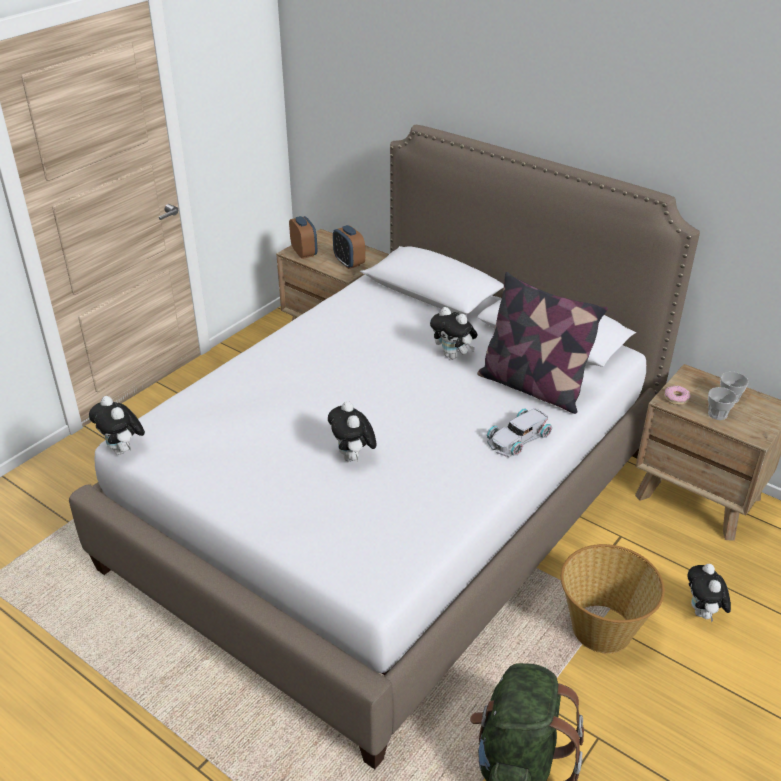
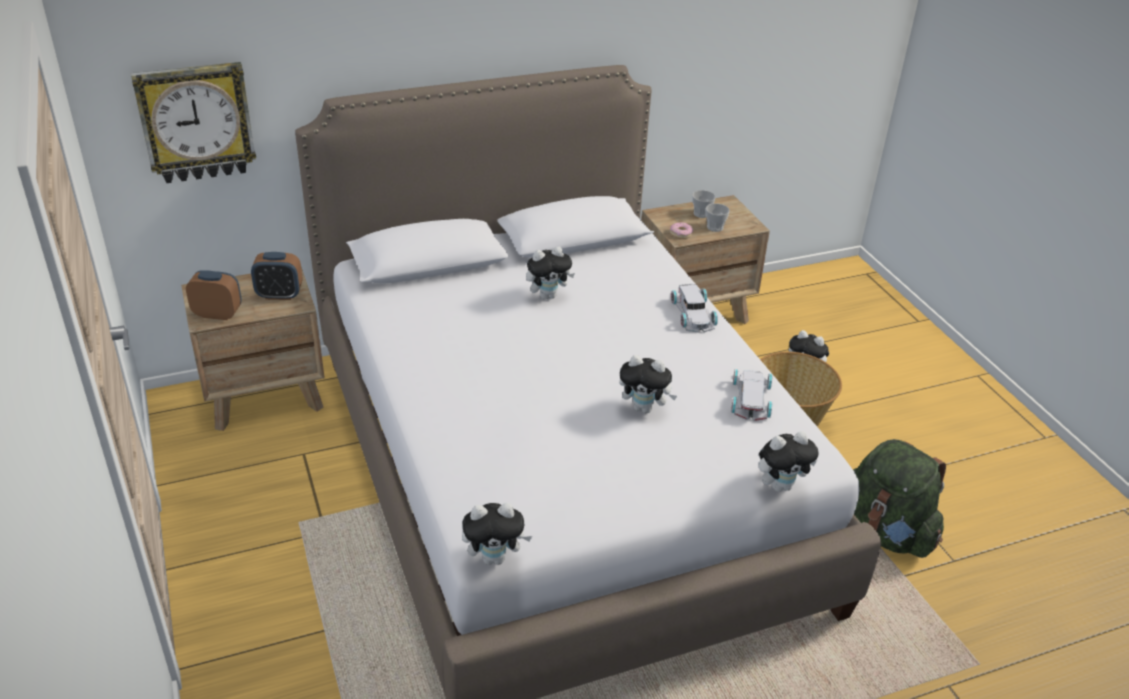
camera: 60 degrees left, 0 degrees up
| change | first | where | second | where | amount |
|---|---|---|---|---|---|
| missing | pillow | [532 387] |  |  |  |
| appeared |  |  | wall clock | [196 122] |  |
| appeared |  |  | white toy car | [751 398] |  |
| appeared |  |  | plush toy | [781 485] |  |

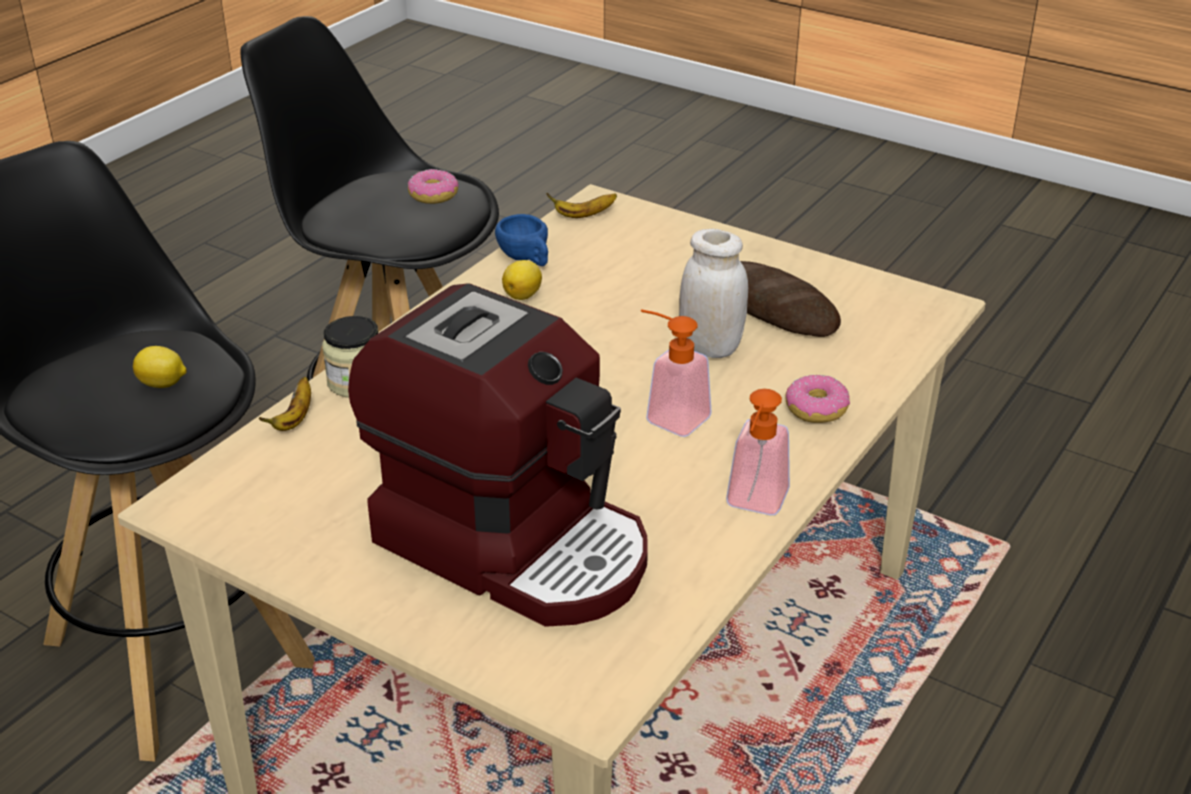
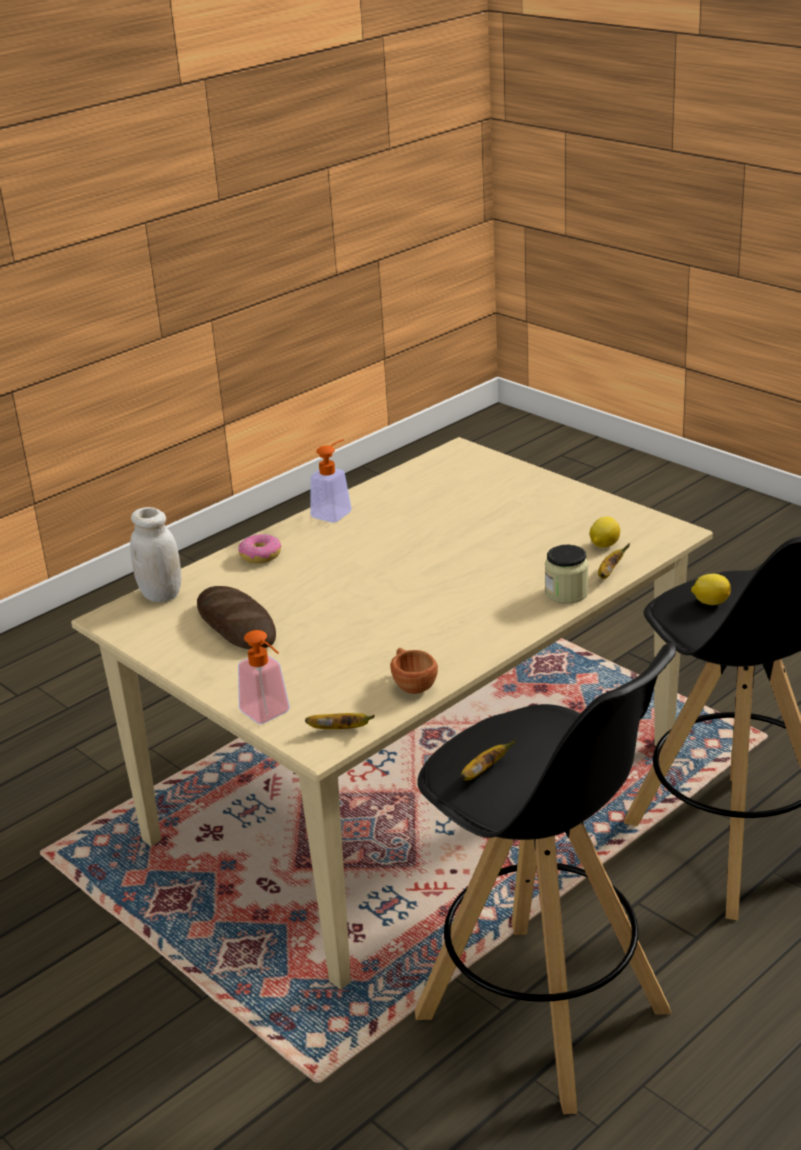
camera: 165 degrees left, 5 degrees down
| change | first | where | second | where | amount |
|---|---|---|---|---|---|
| missing | coffee machine | [515 544] |  |  |  |
| exchanged | donut | [433 195] | banana | [483 771] |  |
| colour | blue cup | [527 259] | brown cup | [412 684] |  |
| relocated | lemon | [523 295] |  | [603 545] |  |
| relocated | soap dispenser | [669 416] |  | [270 715] |  |
| relocated | white jar | [710 347] |  | [161 594] |  |

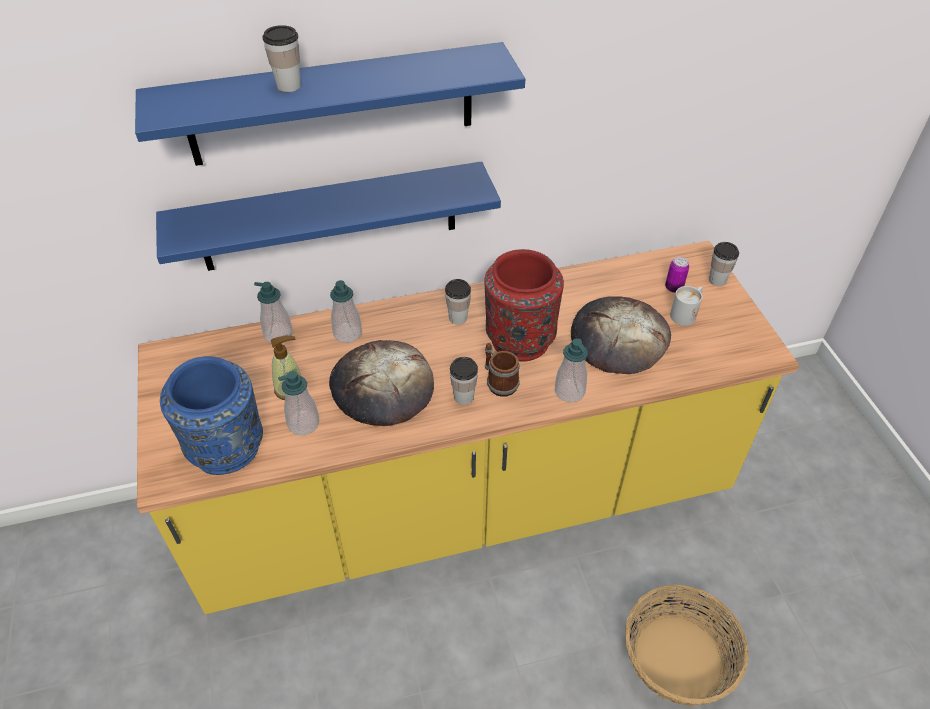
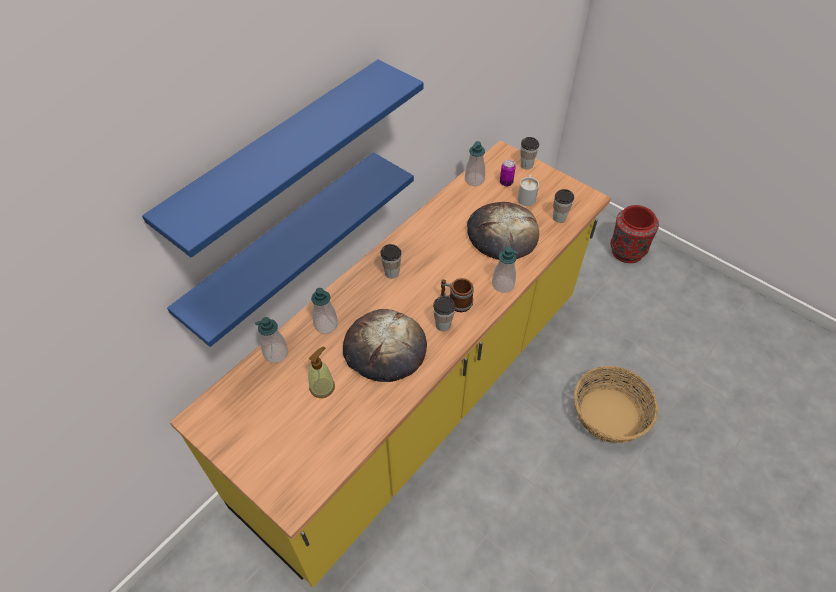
camera: 35 degrees left, 5 degrees up
| change | first | where | second | where | amount |
|---|---|---|---|---|---|
| missing | blue vase | [227 449] |  |  |  |
| relocated | cup | [289 86] |  | [559 217] |  |
| relocated | soap dispenser | [303 423] |  | [474 180] |  |
| relocated | red vase | [519 339] |  | [626 251] |  |

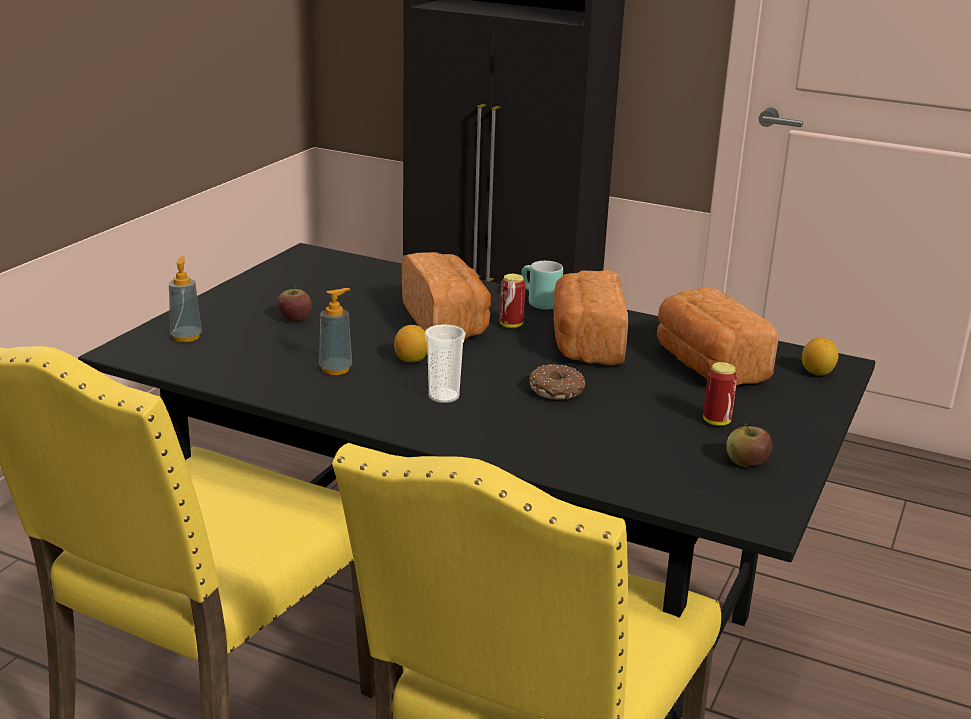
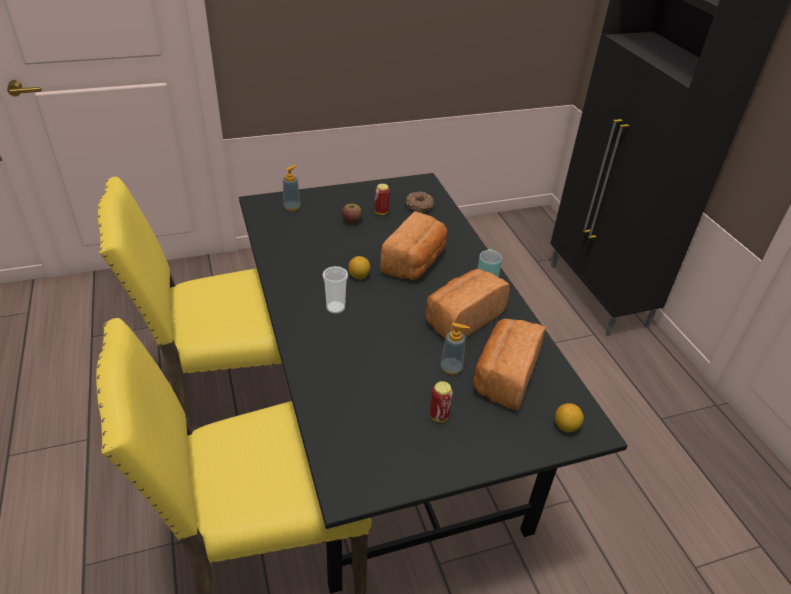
camera: 45 degrees right, 15 degrees up
| change | first | where | second | where | amount |
|---|---|---|---|---|---|
| relocated | soap dispenser | [336 369] |  | [451 368] |  |
| relocated | can | [511 325] |  | [381 212] |  |
| relocated | donut | [557 391] |  | [419 206] |  |
| missing | apple | [746 462] |  |  |  |

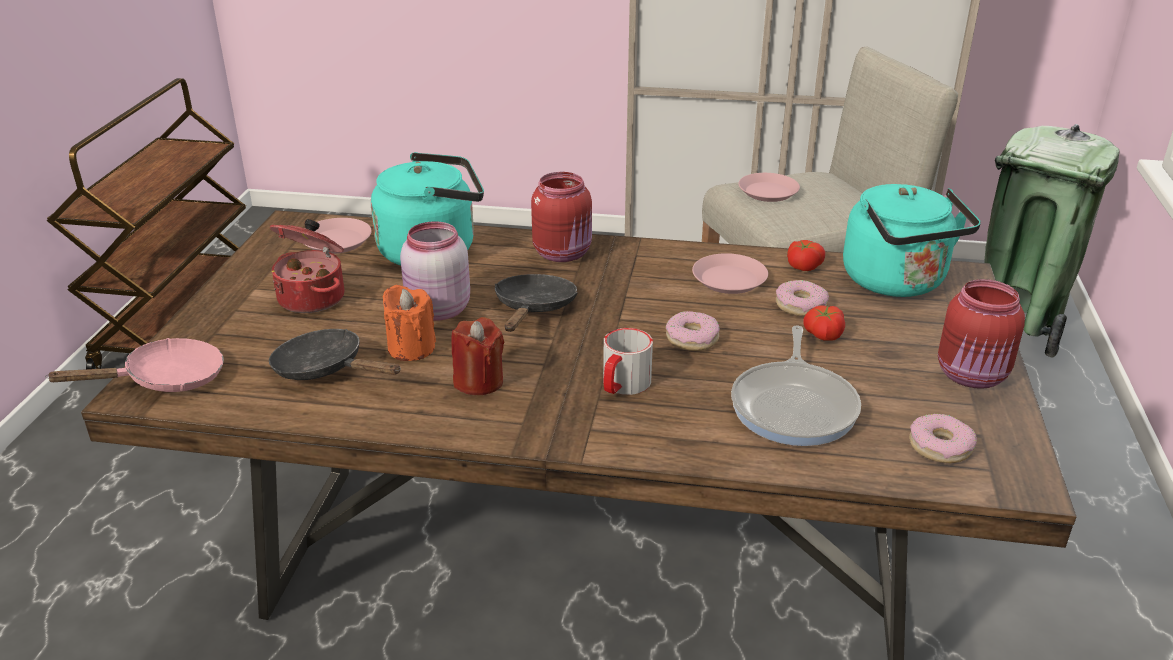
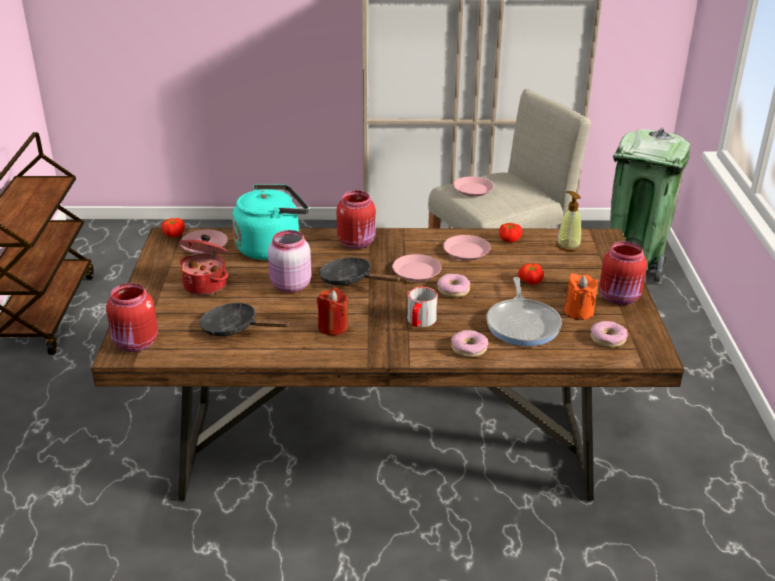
camera: 10 degrees left, 0 degrees up
| change | first | where | second | where | amount |
|---|---|---|---|---|---|
| exchanged | pink frying pan | [166 380] | red jar | [136 344] |  |
| relocated | orange candle | [411 348] |  | [578 312] |  |
| spun | black frying pan | [533 309] |  | [350 280] | 60 degrees counterclockwise |
| relocated | donut | [800 305] |  | [469 348] |  |
| exchanged | turquoise kettle | [898 283] | soap dispenser | [568 245] |  |
| appeared |  |  | tomato | [173 234] |  |
| appeared |  |  | pink plate | [416 272] |  |

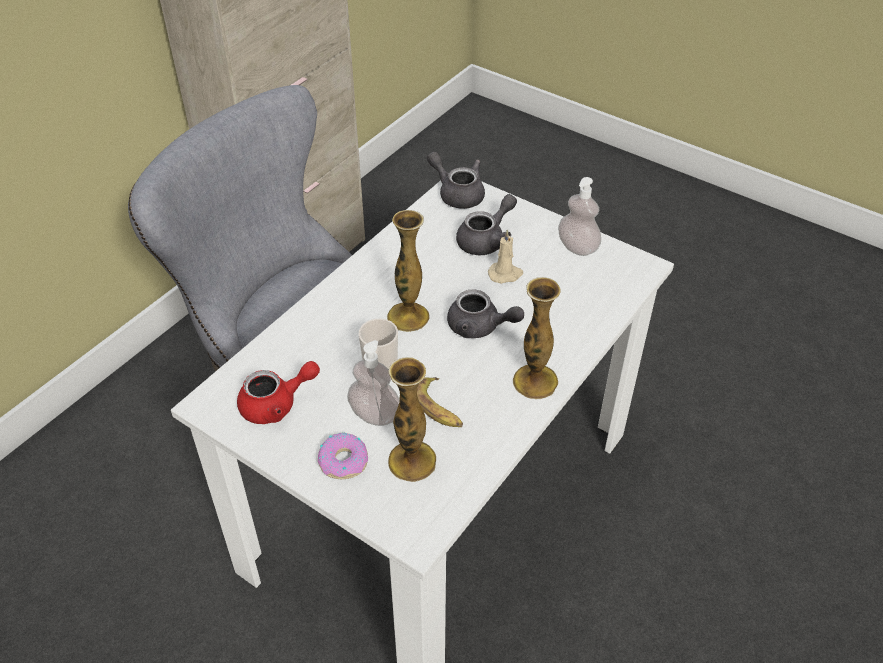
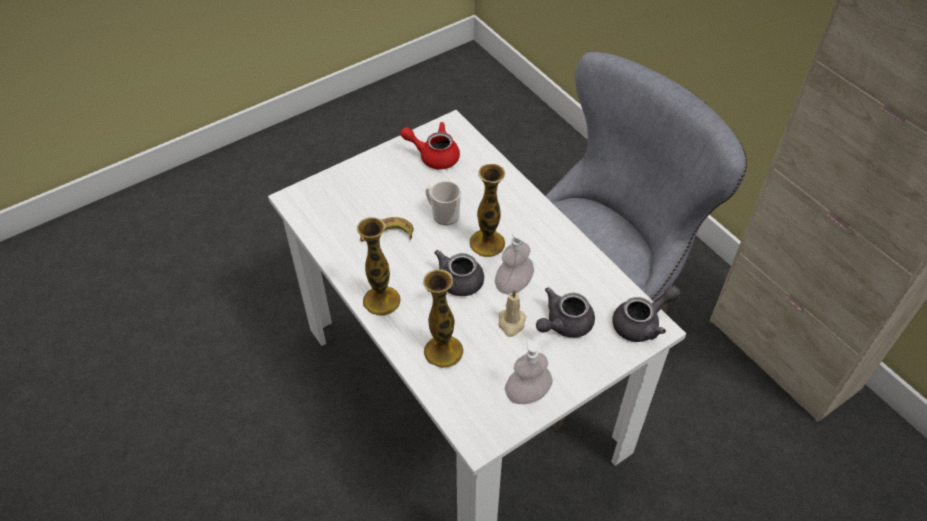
camera: 110 degrees right, 5 degrees up
| change | first | where | second | where | amount |
|---|---|---|---|---|---|
| spun | red teapot | [276 404] |  | [434 156] | 105 degrees clockwise |
| missing | donut | [344 461] |  |  |  |
| relocated | soap dispenser | [375 415] |  | [513 285] |  |
| relocated | vase | [412 461] |  | [443 351] |  |
| spun | grey teapot | [486 240] |  | [563 324] | 75 degrees clockwise |

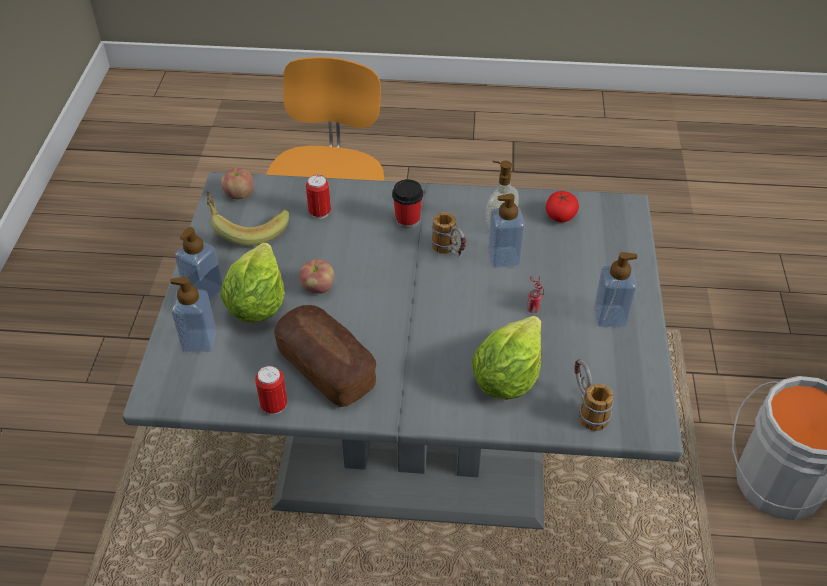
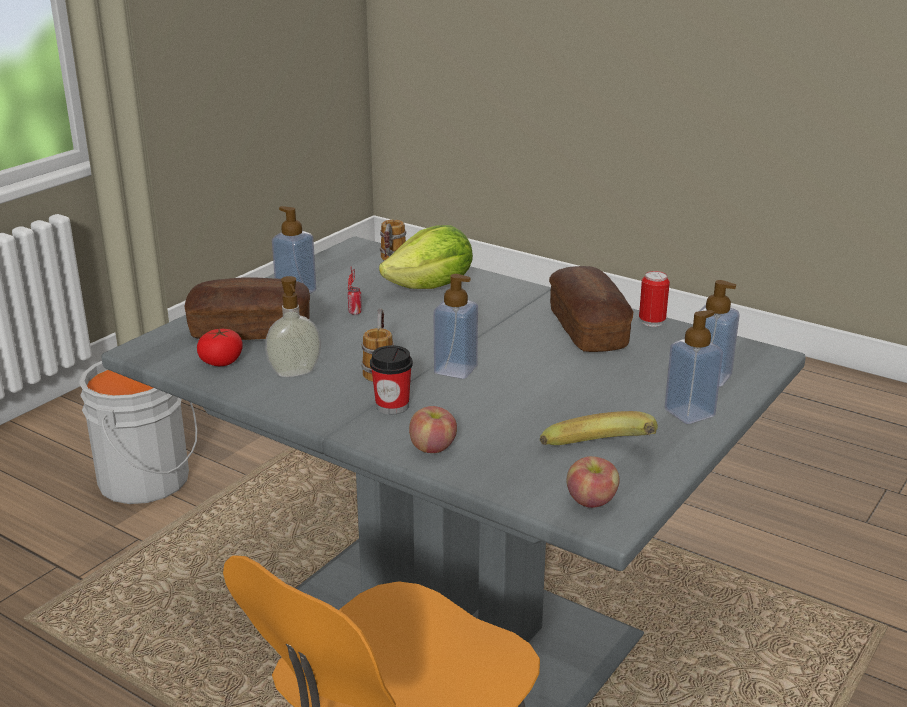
camera: 150 degrees left, 20 degrees down
| change | first | where | second | where | amount |
|---|---|---|---|---|---|
| missing | lettuce | [257 304] |  |  |  |
| relocated | apple | [318 288] |  | [433 448] |  |
| missing | can | [320 213] |  |  |  |
| relocated | soap dispenser | [503 257] |  | [455 369] |  |
| appeared |  |  | bread | [251 331] |  |

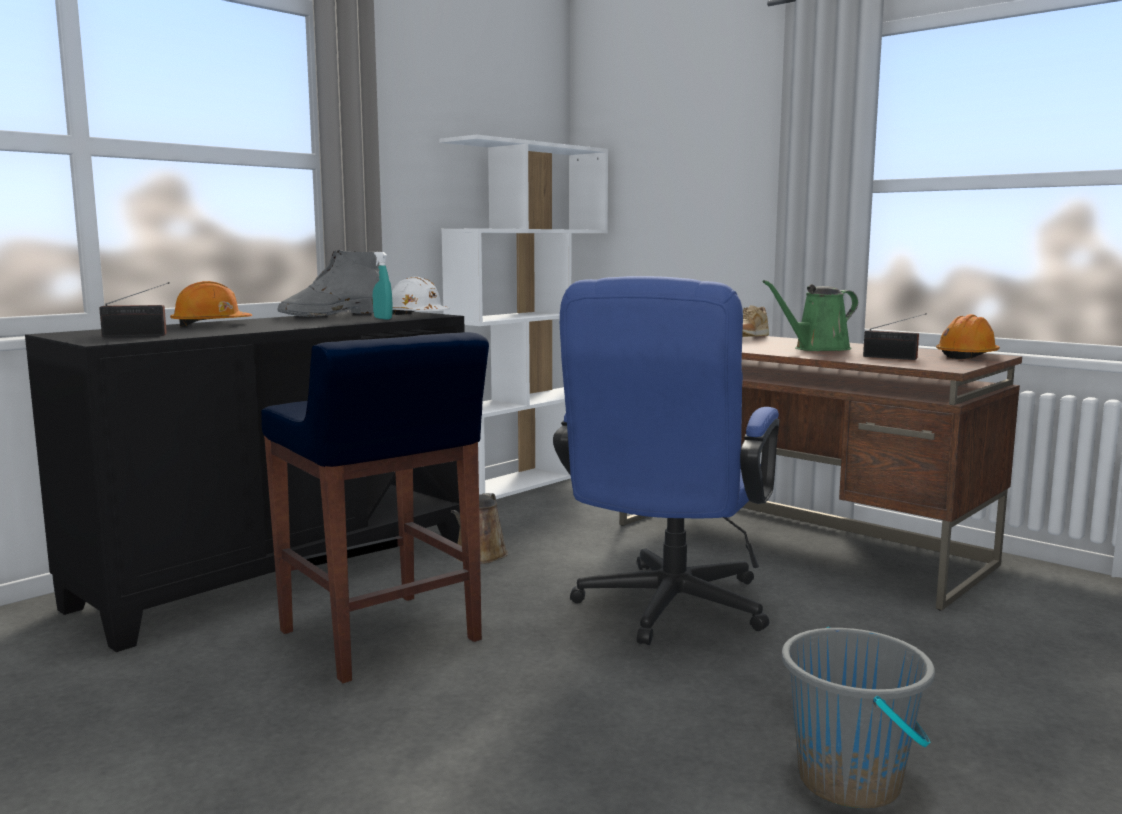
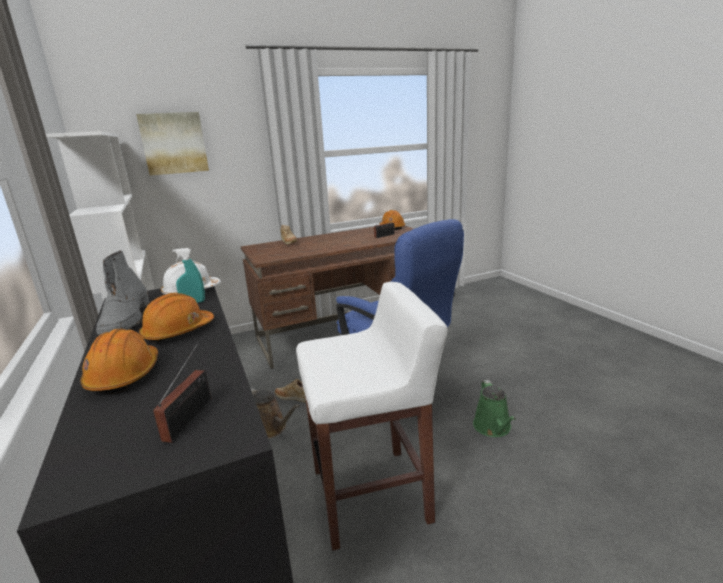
camera: 65 degrees left, 10 degrees up
| change | first | where | second | where | amount |
|---|---|---|---|---|---|
| colour | blue stool | [381 638] | white stool | [373 495] |  |
| relocated | green watering can | [817 349] |  | [493 428] |  |
| missing | grey bucket | [850 781] |  |  |  |
| appeared |  |  | picture | [174 143] |  |
| appeared |  |  | orange hard hat | [178 331] |  |
| appeared |  |  | beige shoe | [294 398] |  |

